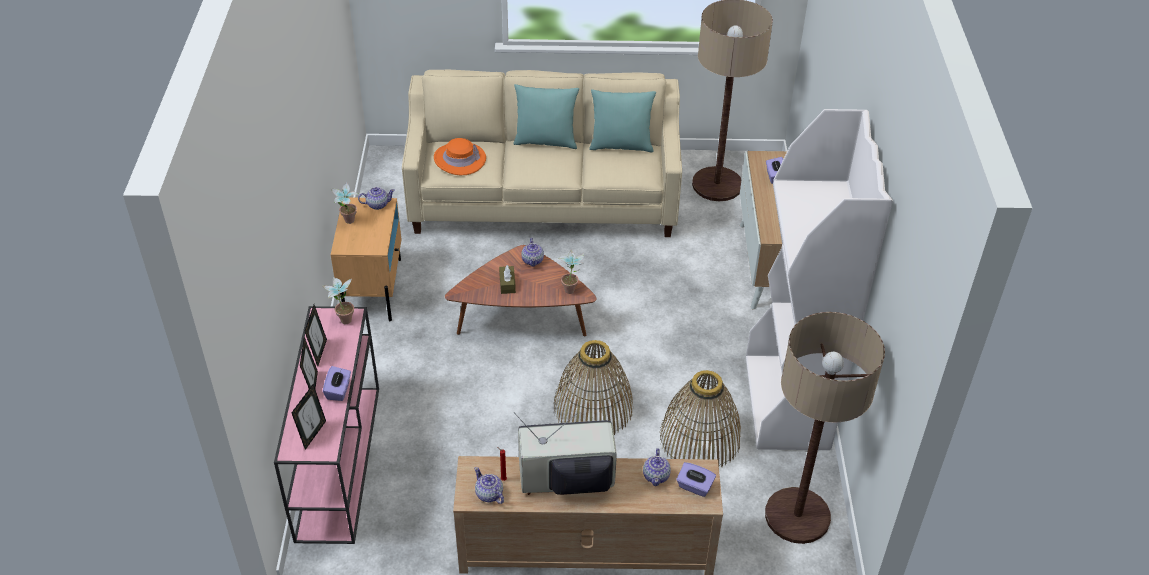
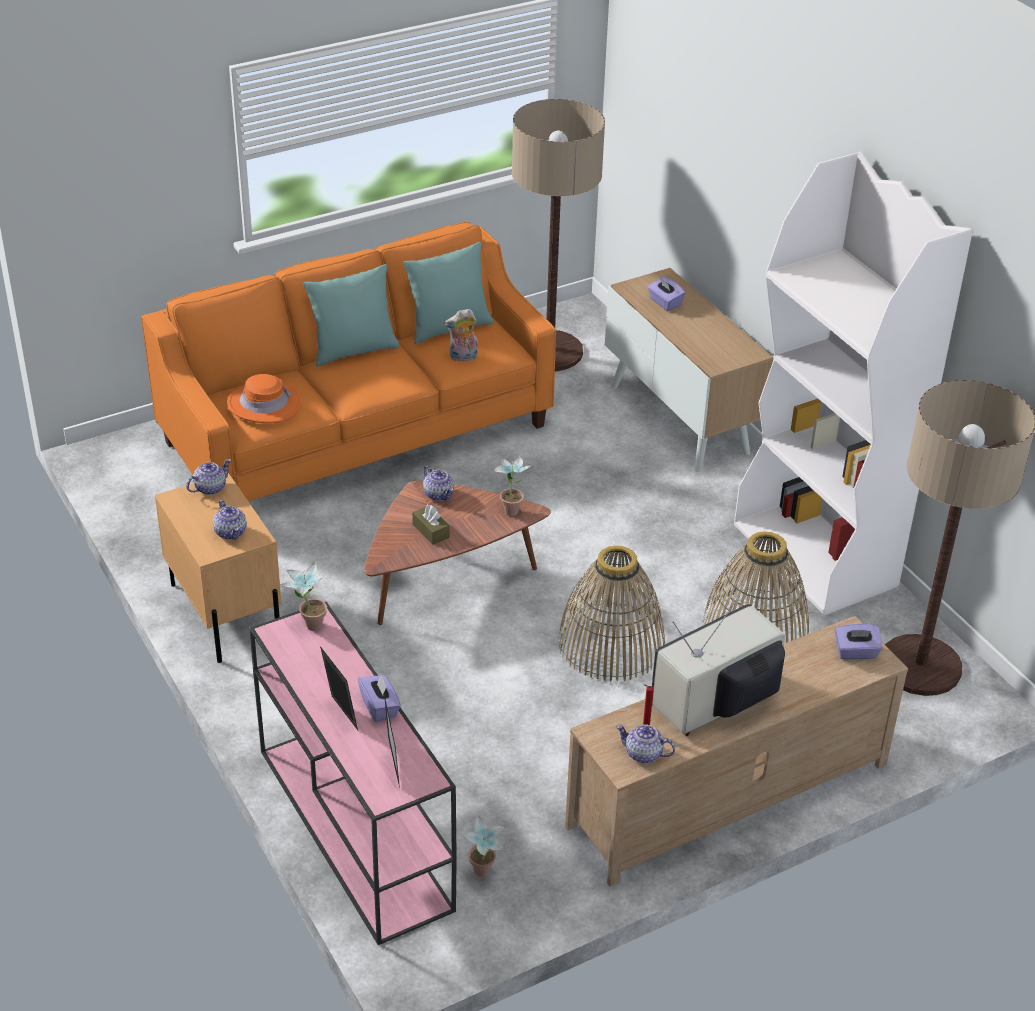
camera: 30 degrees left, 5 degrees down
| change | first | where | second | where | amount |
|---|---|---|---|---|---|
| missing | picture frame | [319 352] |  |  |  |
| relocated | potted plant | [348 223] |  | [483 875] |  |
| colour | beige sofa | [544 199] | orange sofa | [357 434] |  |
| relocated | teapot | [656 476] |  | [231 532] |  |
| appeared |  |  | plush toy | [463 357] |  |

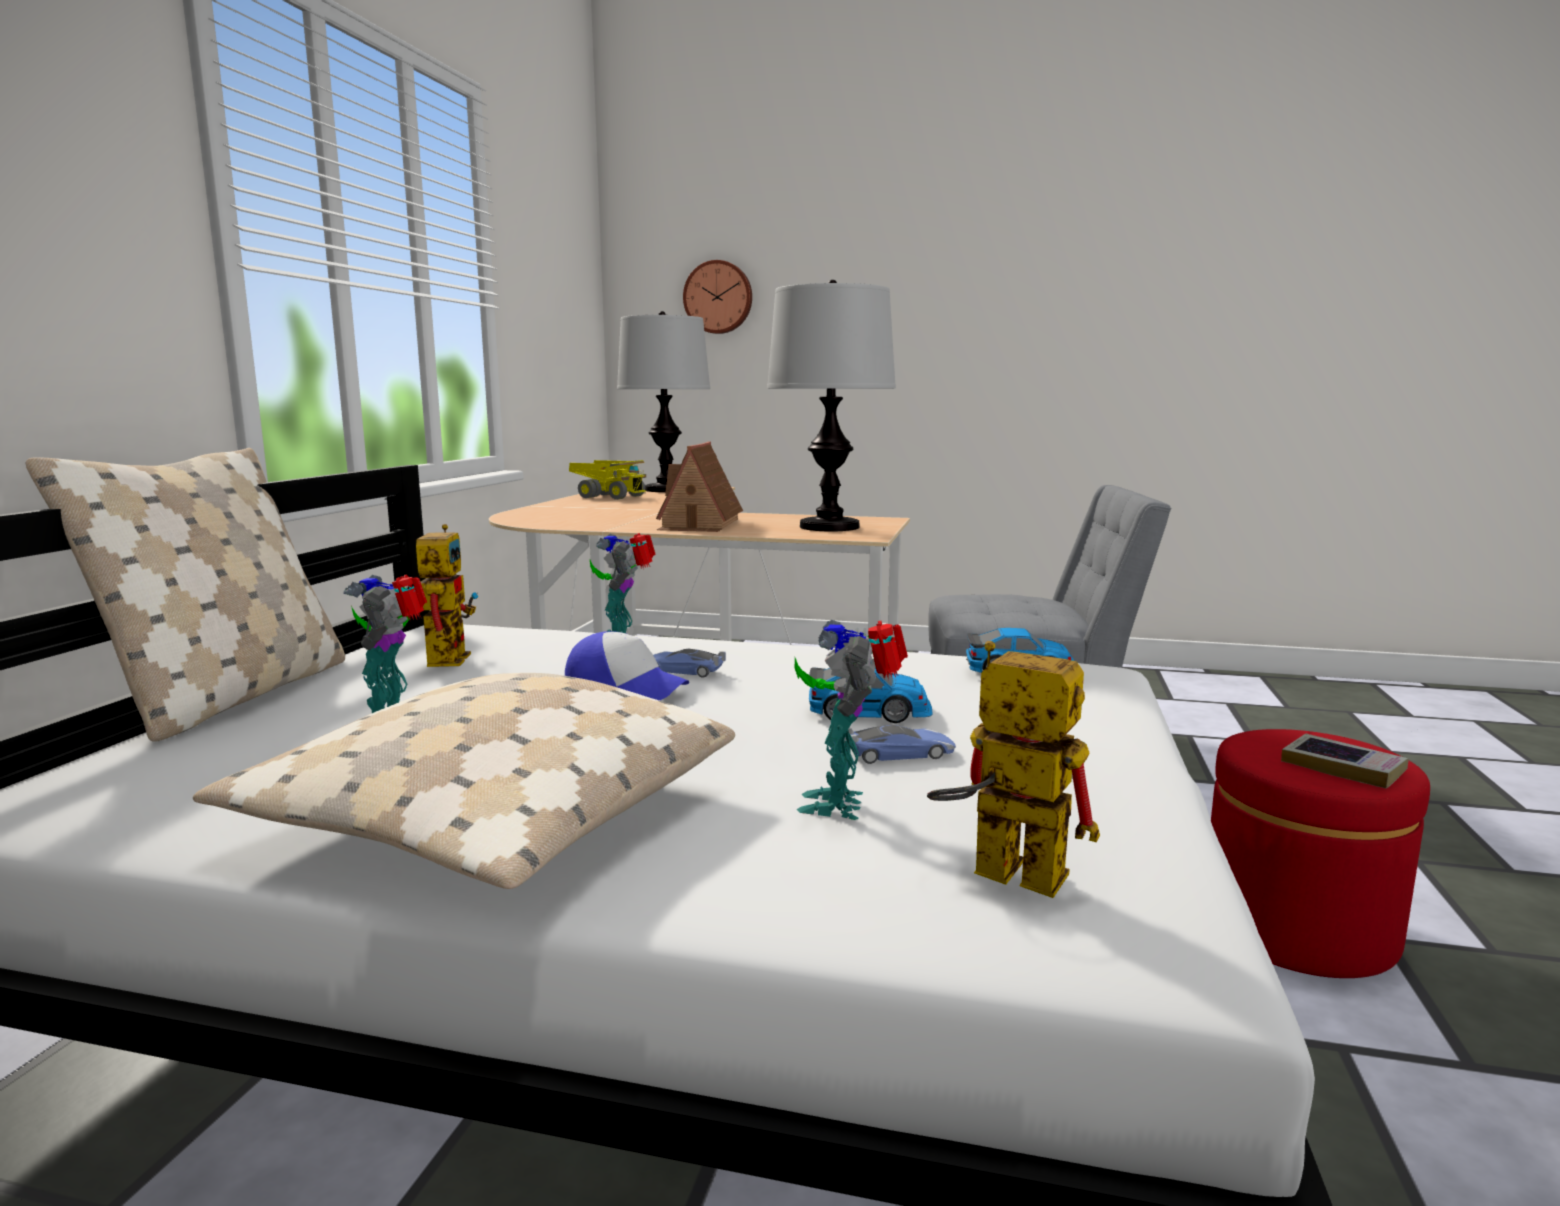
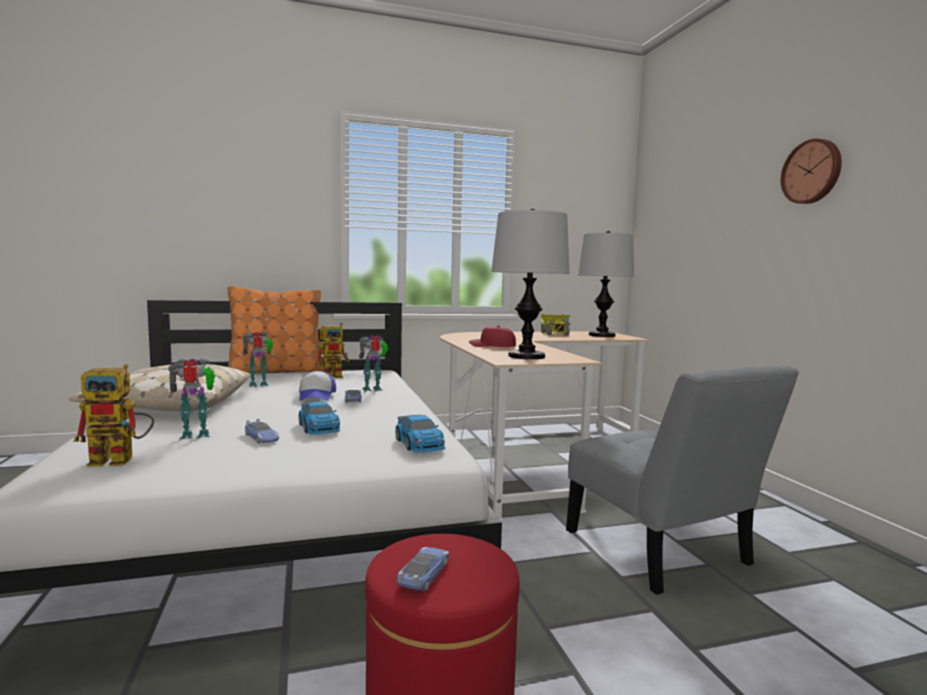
camera: 60 degrees right, 5 degrees down
| change | first | where | second | where | amount |
|---|---|---|---|---|---|
| colour | beige pillow | [231 697] | orange pillow | [276 371] |  |
| exchanged | toy house | [699 524] | red cap | [492 346] |  |
| relocated | wall clock | [718 297] |  | [812 172] |  |
| spun | toy robot | [998 873] |  | [121 460] | 75 degrees clockwise |
| exchanged | book | [1343 767] | toy car | [424 573] |  |

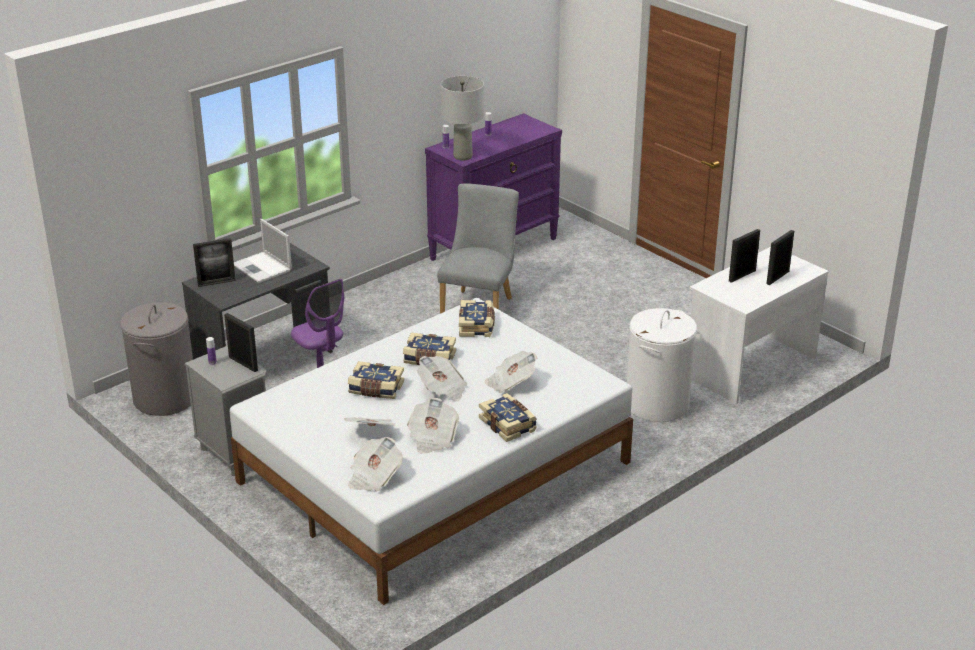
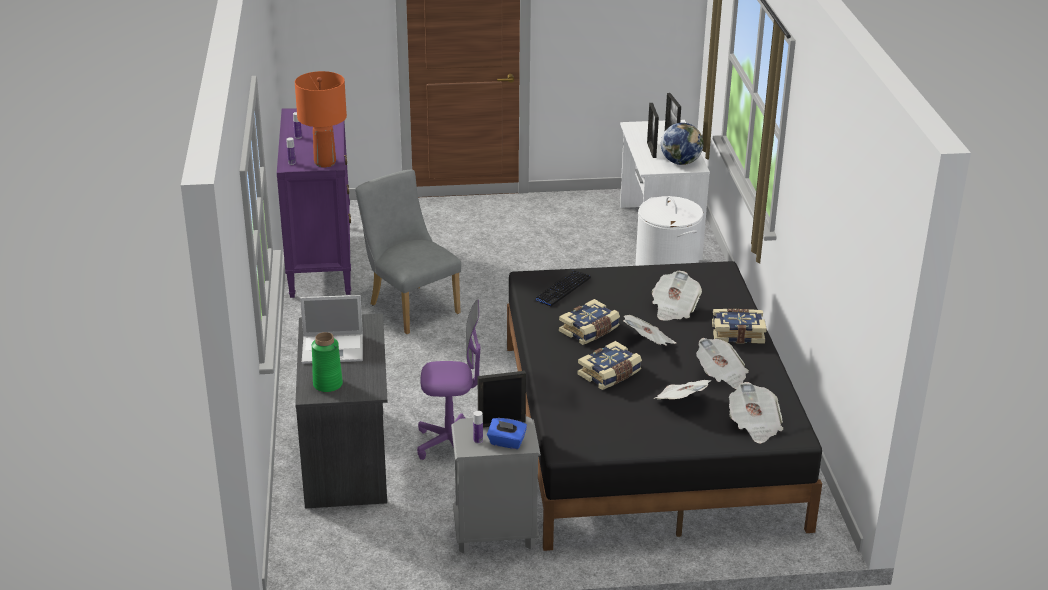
camera: 55 degrees left, 0 degrees up
| change | first | where | second | where | amount |
|---|---|---|---|---|---|
| missing | grey laundry basket | [165 398] |  |  |  |
| exchanged | picture frame | [216 283] | green vase | [327 384] |  |
| colour | white bed | [434 471] | black bed | [646 432] |  |
| colour | grey table lamp | [463 156] | orange table lamp | [325 162] |  |
| exchanged | book | [477 326] | keyboard | [562 289] |  |
| appeared |  |  | blue tissue box | [506 442] |  |
| appeared |  |  | globe | [680 162] |  |

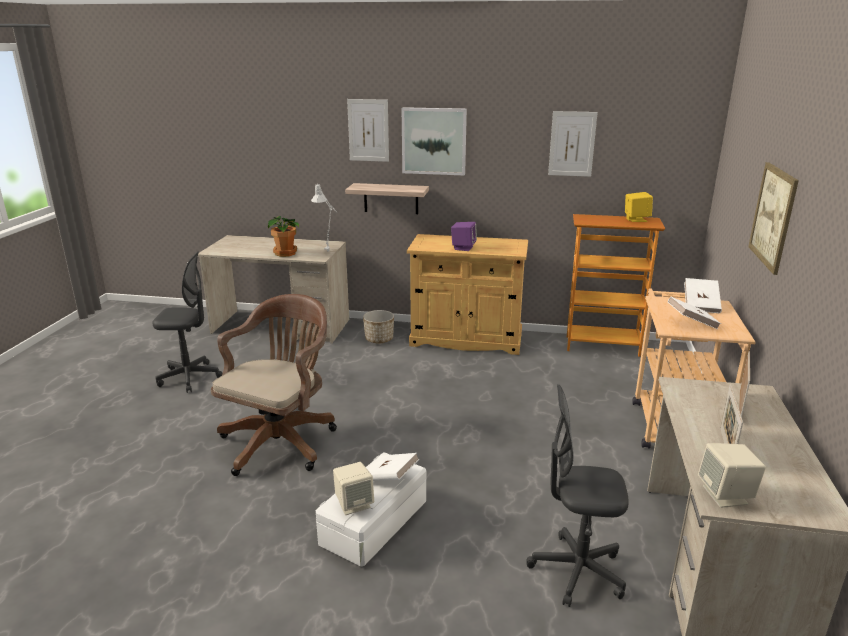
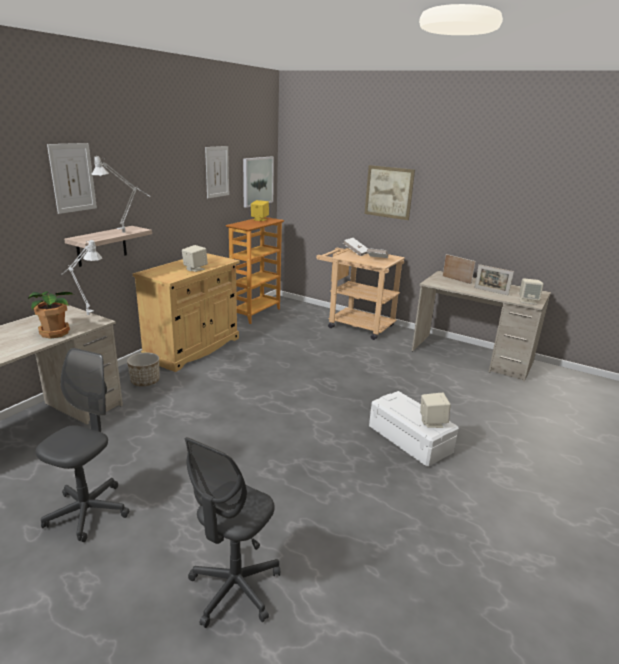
camera: 70 degrees left, 0 degrees up
| change | first | where | second | where | amount |
|---|---|---|---|---|---|
| missing | brown office chair | [281 440] |  |  |  |
| missing | white book | [389 478] |  |  |  |
| relocated | picture | [434 141] |  | [257 181] |  |
| colour | purple speaker | [463 248] | beige speaker | [195 269] |  |
| relocated | grey office chair | [577 571] |  | [234 588] |  |
| appeared |  |  | grey table lamp | [127 233] |  |

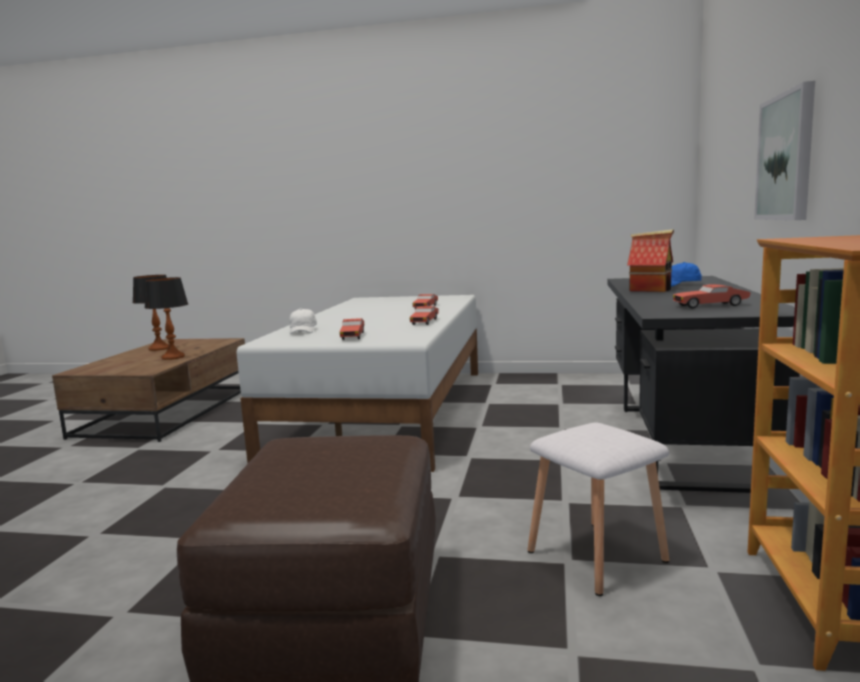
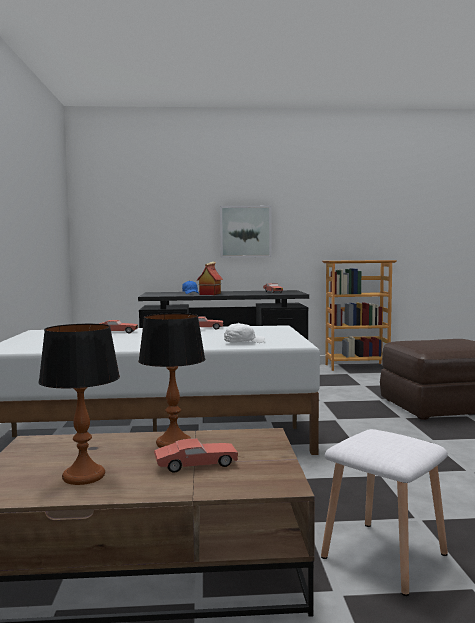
camera: 105 degrees left, 5 degrees down
| change | first | where | second | where | amount |
|---|---|---|---|---|---|
| relocated | red toy car | [353 336] |  | [196 465] |  |
| relocated | white stool | [597 555] |  | [382 555] |  |

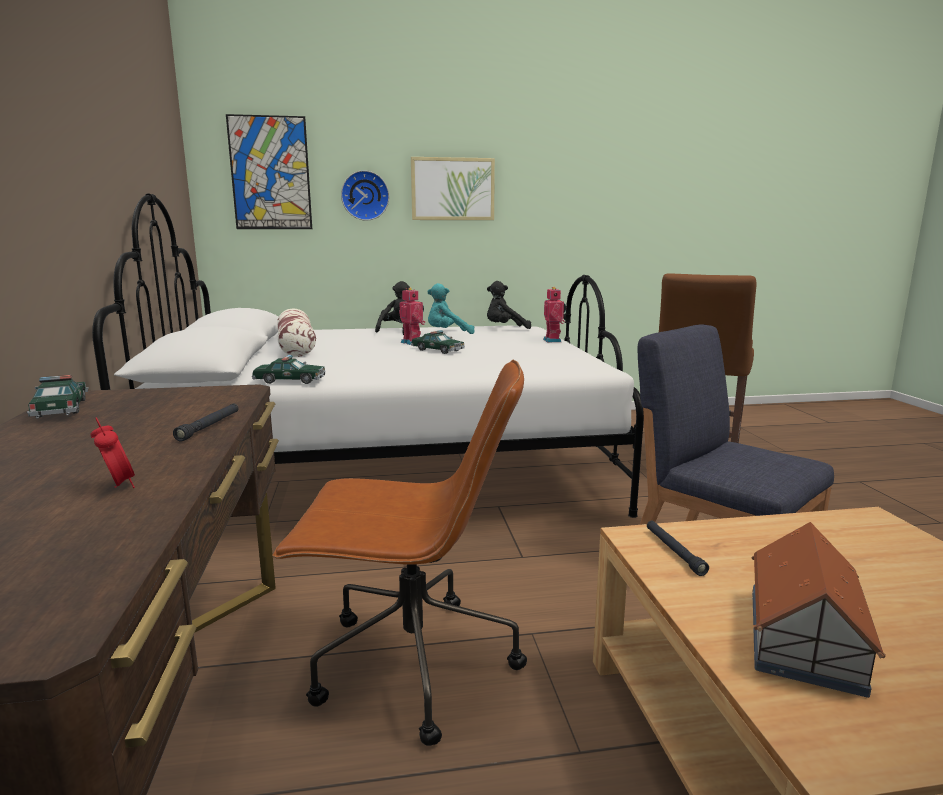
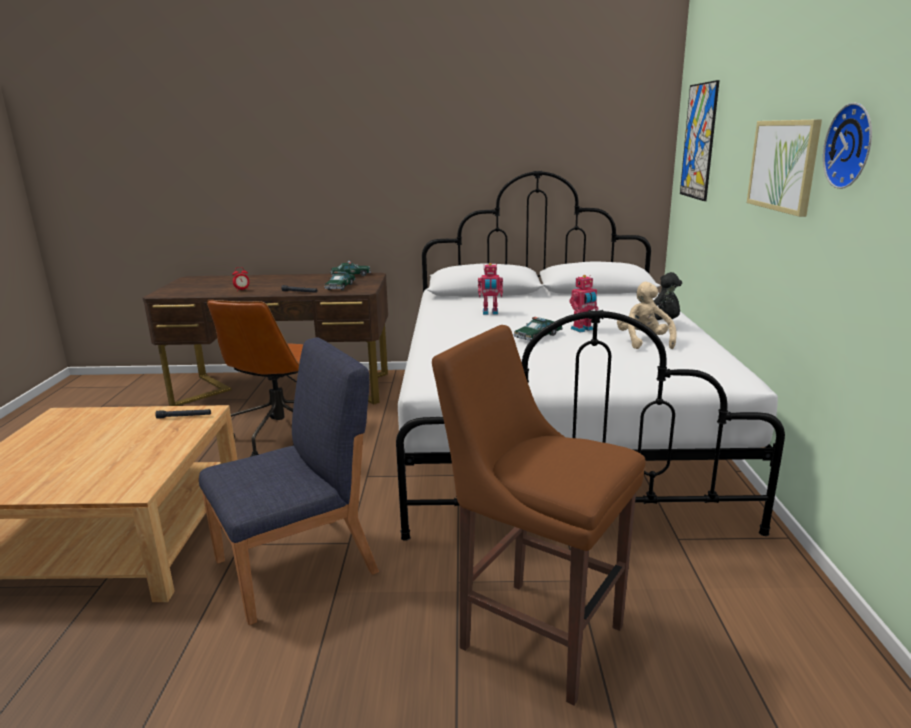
camera: 100 degrees right, 5 degrees up
| change | first | where | second | where | amount |
|---|---|---|---|---|---|
| relocated | toy car | [290 381] |  | [340 287] |  |
| missing | pillow | [296 346] |  |  |  |
| relocated | wall clock | [365 195] |  | [853 146] |  |
| colour | turquoise plush toy | [447 334] | beige plush toy | [644 342] |  |
| missing | black plush toy | [505 329] |  |  |  |
| relocated | toy robot | [553 340] |  | [490 313] |  |
| missing | toy house | [804 637] |  |  |  |

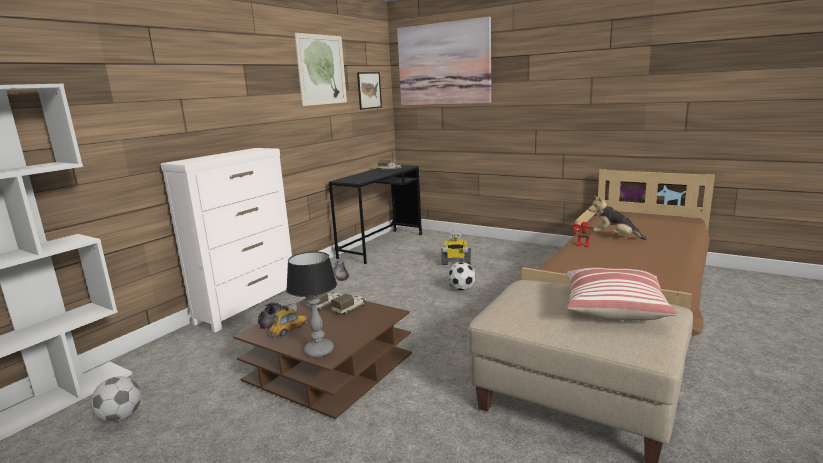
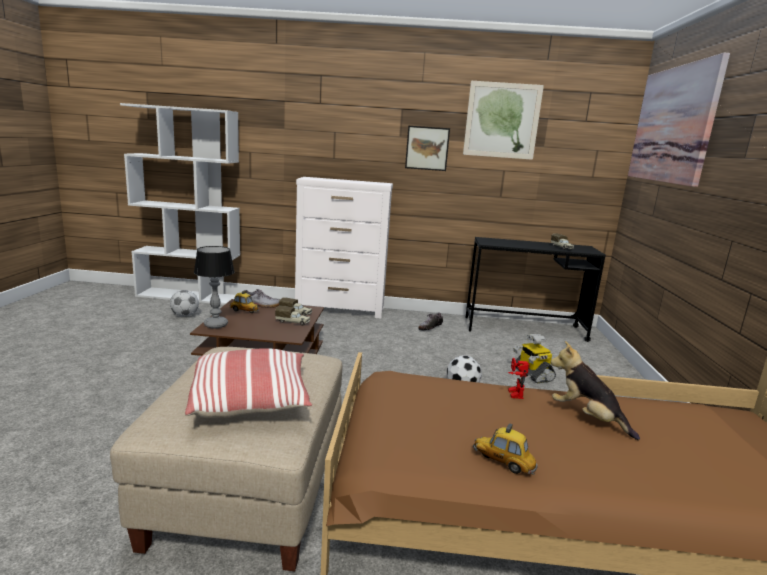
camera: 60 degrees right, 0 degrees up
| change | first | where | second | where | amount |
|---|---|---|---|---|---|
| relocated | picture | [369 90] |  | [427 148] |  |
| spun | plush toy | [614 237] |  | [587 418] | 45 degrees counterclockwise |
| appeared |  |  | toy car | [503 463] |  |

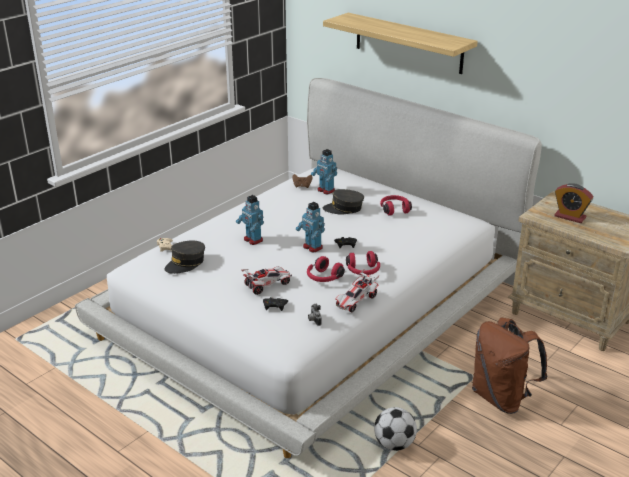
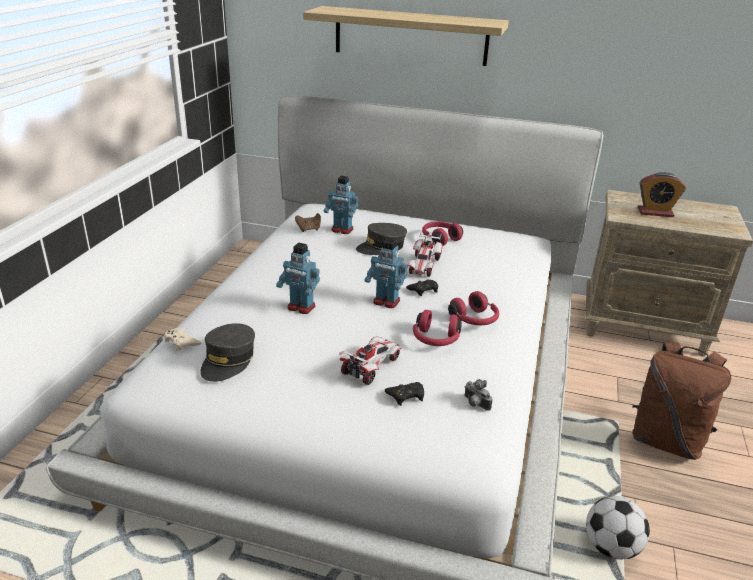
camera: 25 degrees left, 0 degrees up
| change | first | where | second | where | amount |
|---|---|---|---|---|---|
| relocated | toy car | [356 301] |  | [424 266] |  |

